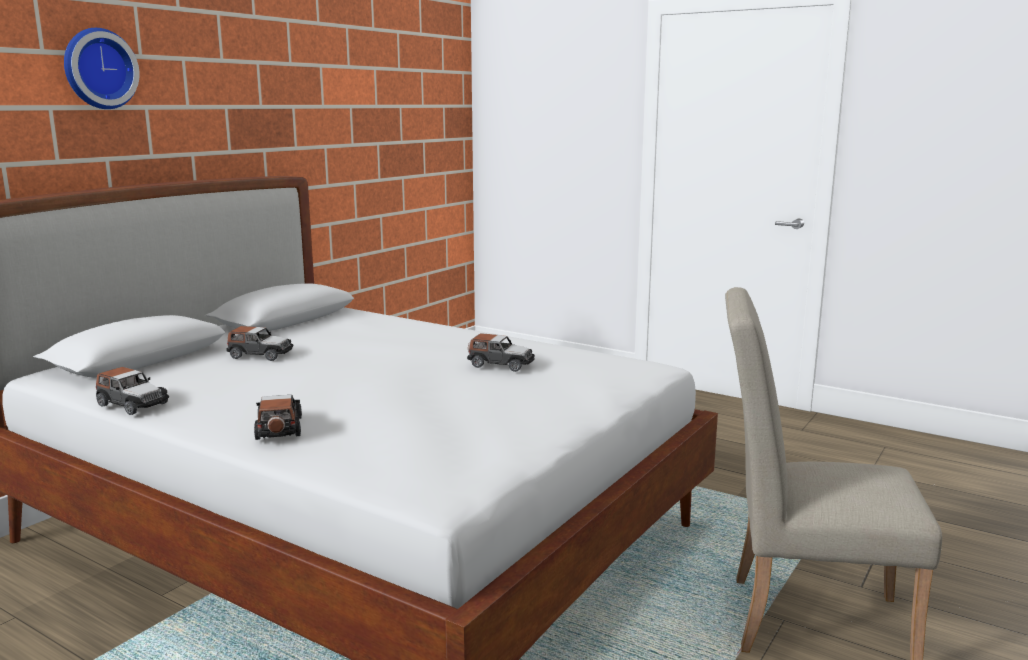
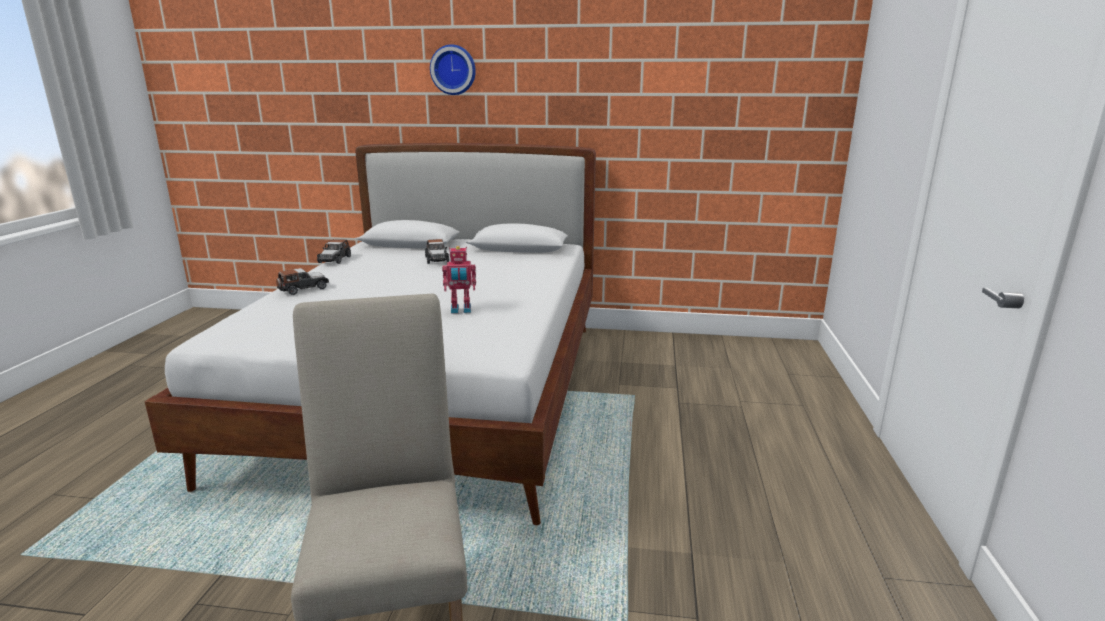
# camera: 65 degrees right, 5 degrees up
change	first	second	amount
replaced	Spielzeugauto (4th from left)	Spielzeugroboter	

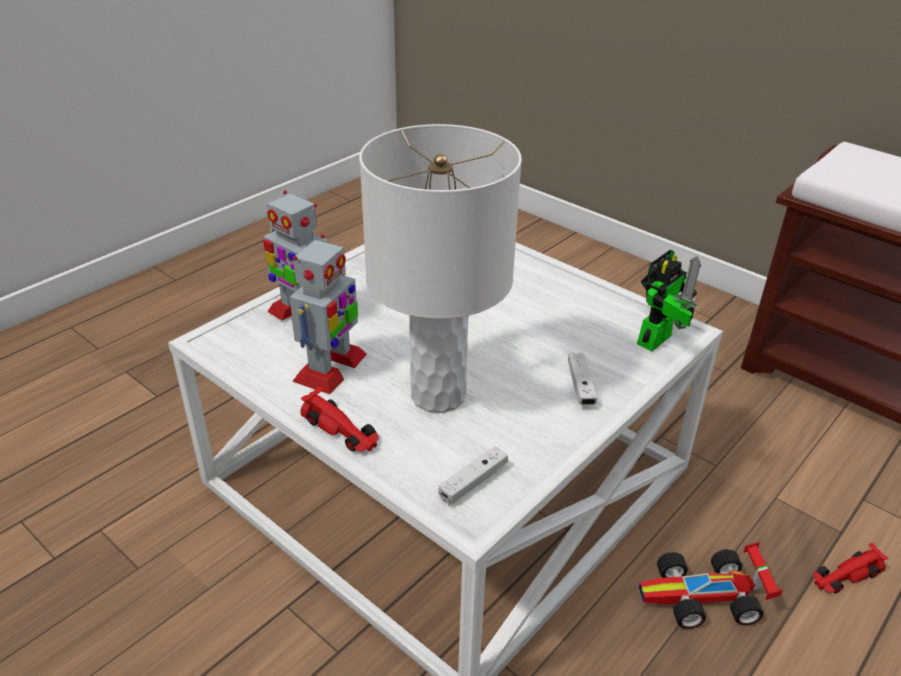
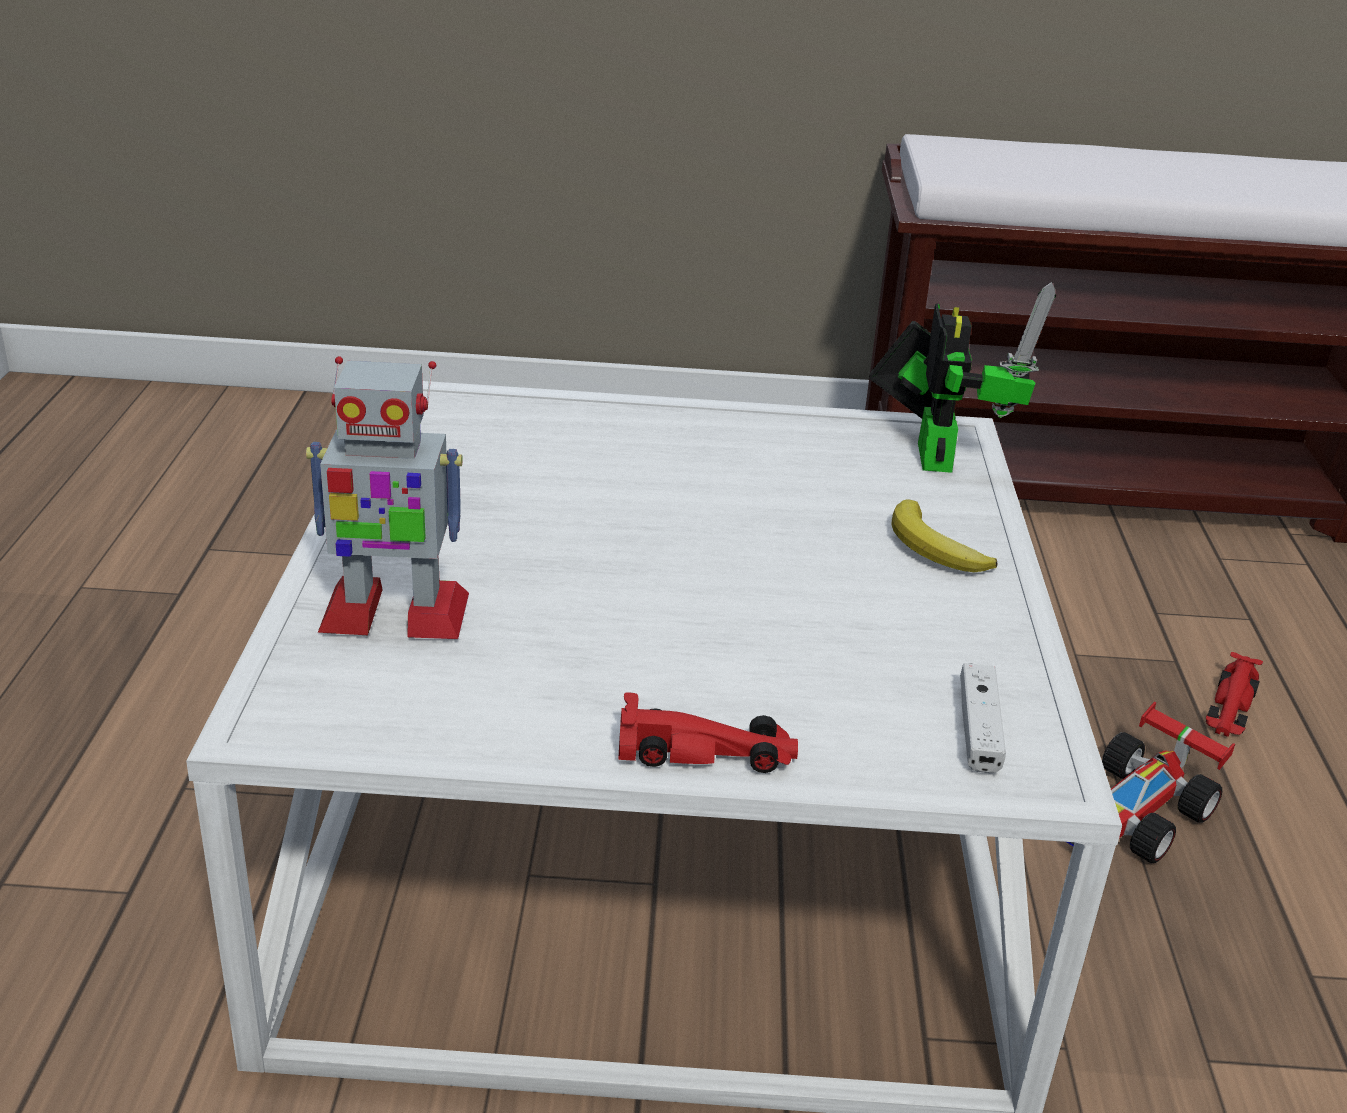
# camera: 40 degrees left, 5 degrees down
change	first	second	amount
removed	Tischlampe (weiß)		
removed	Spielzeugroboter (2nd from left)		
replaced	Gamepad (weiß) (2nd from left)	Banane	

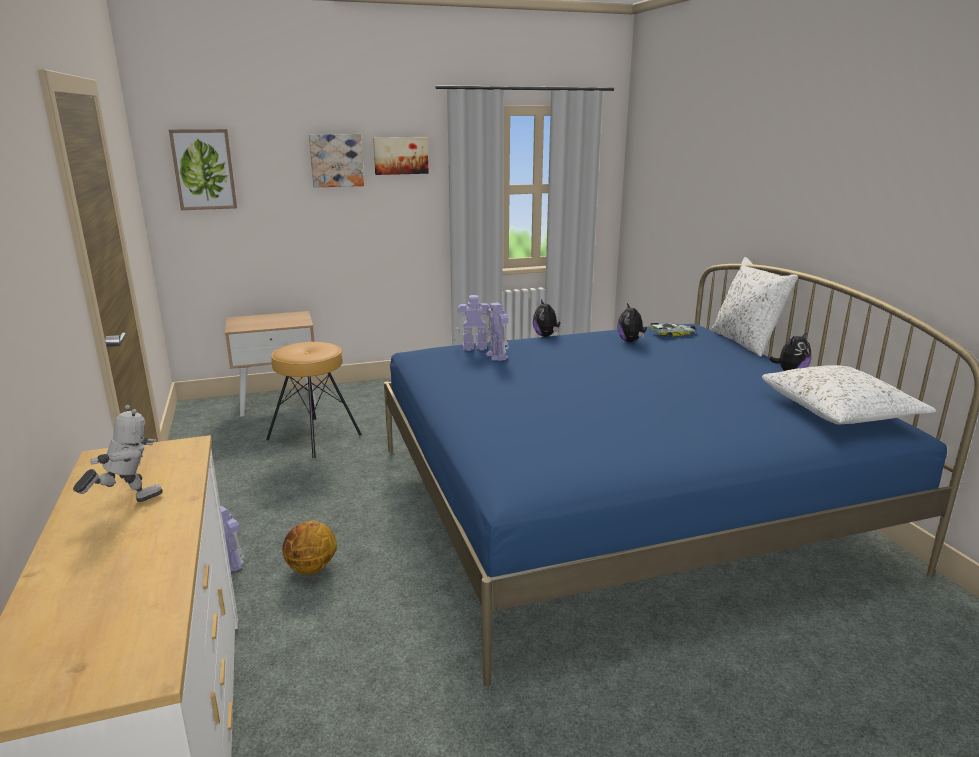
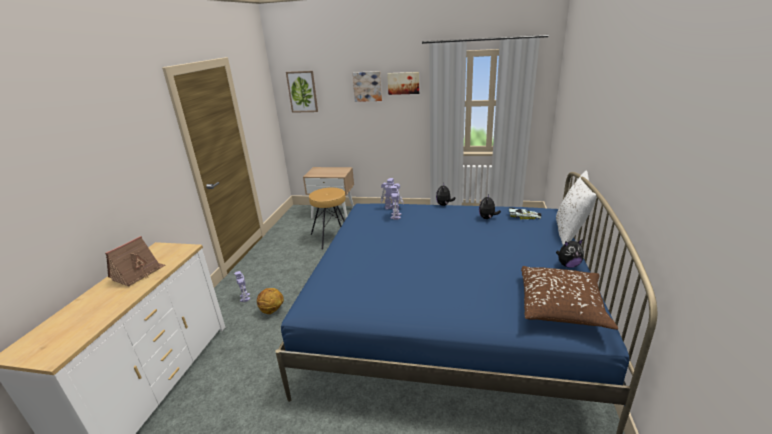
# camera: 30 degrees right, 5 degrees up
change	first	second	amount
recoloured	Kissen (weiß) (2nd from left)	Kissen (braun)	
replaced	Spielzeugroboter (1st from left)	Spielzeughaus	

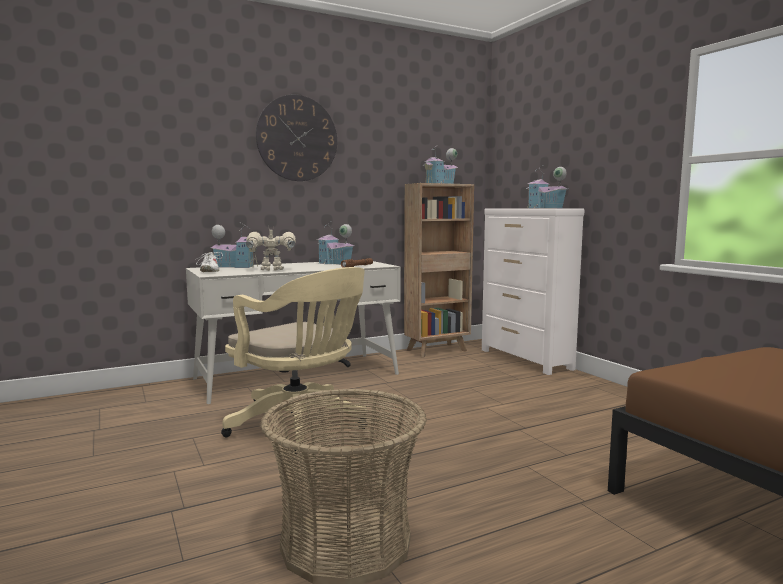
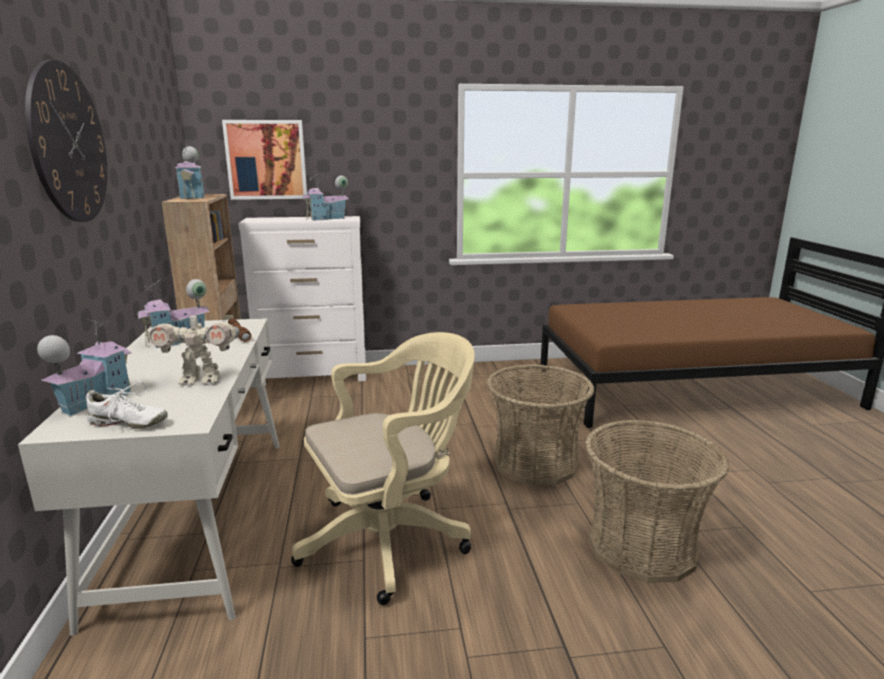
# camera: 70 degrees left, 10 degrees up
change	first	second	amount
turned	Spielzeugroboter		105 degrees counterclockwise
added		Bild	
added		Korb (1st from left)	

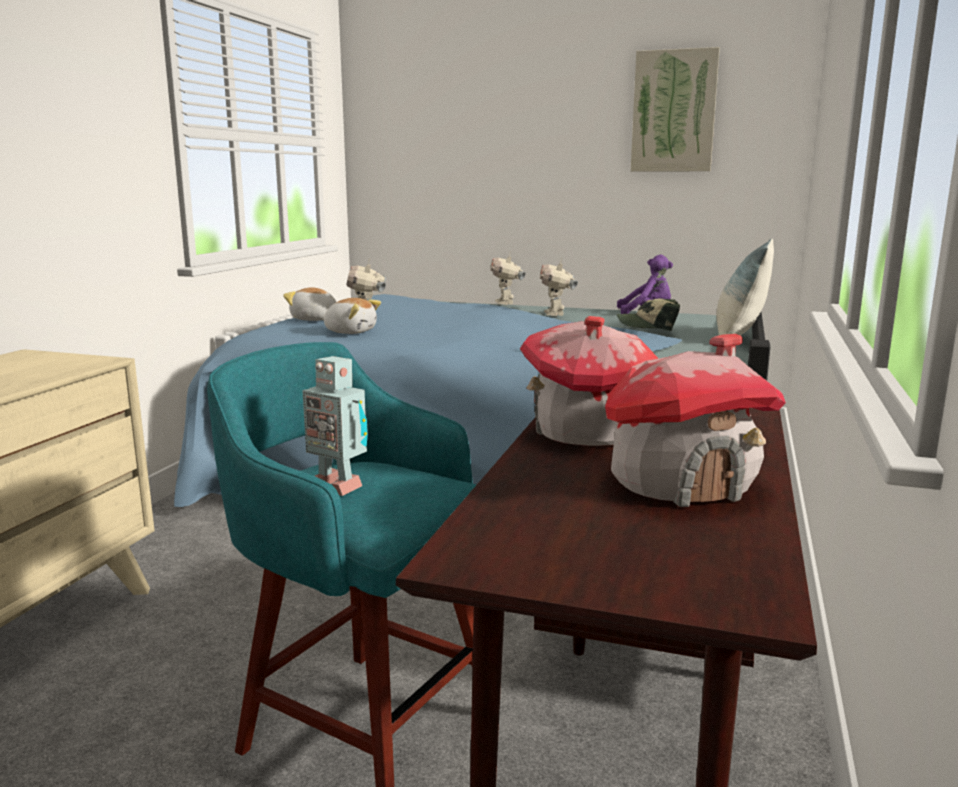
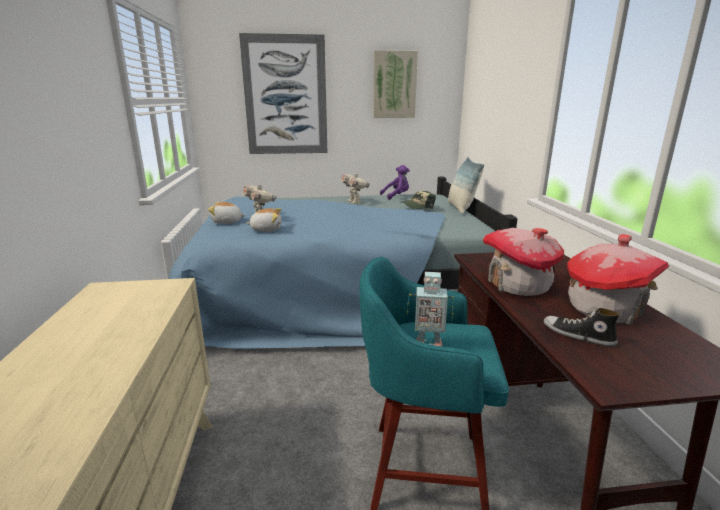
# camera: 25 degrees left, 5 degrees up
change	first	second	amount
removed	Spielzeugroboter (3rd from left)		
added		Bild (1st from left)	
added		Schuh	

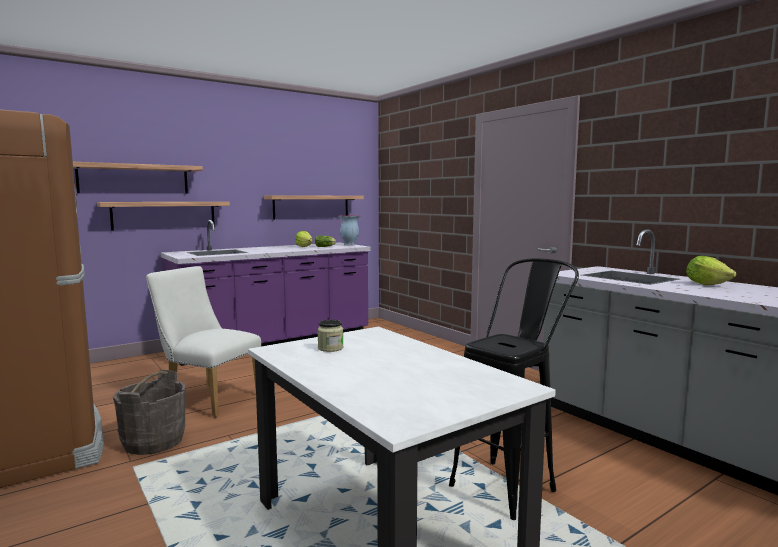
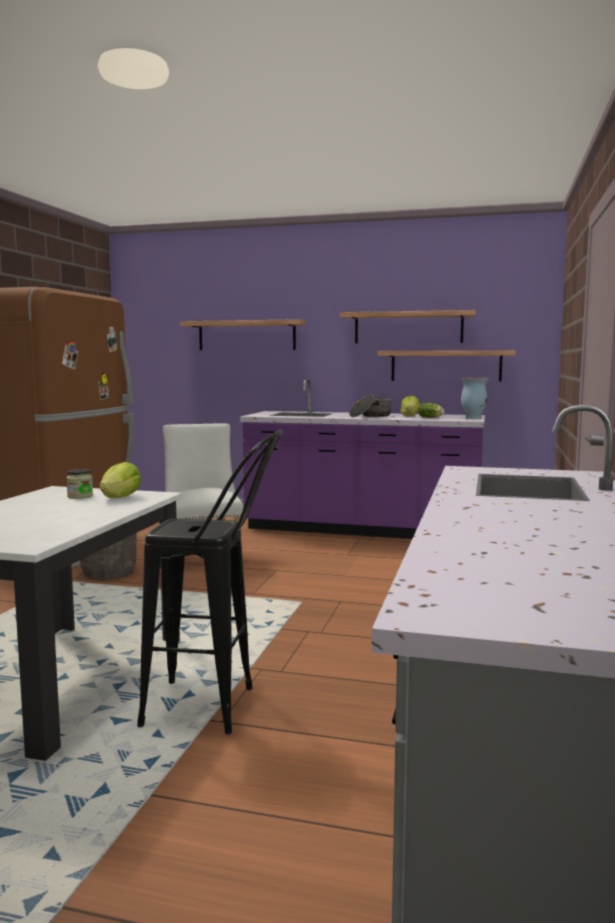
# camera: 50 degrees right, 0 degrees up
change	first	second	amount
moved	Wandregal (2nd from left)		
moved	Salatkopf (3rd from left in the first image)	Salatkopf (1st from left)	
added		Kochtopf	

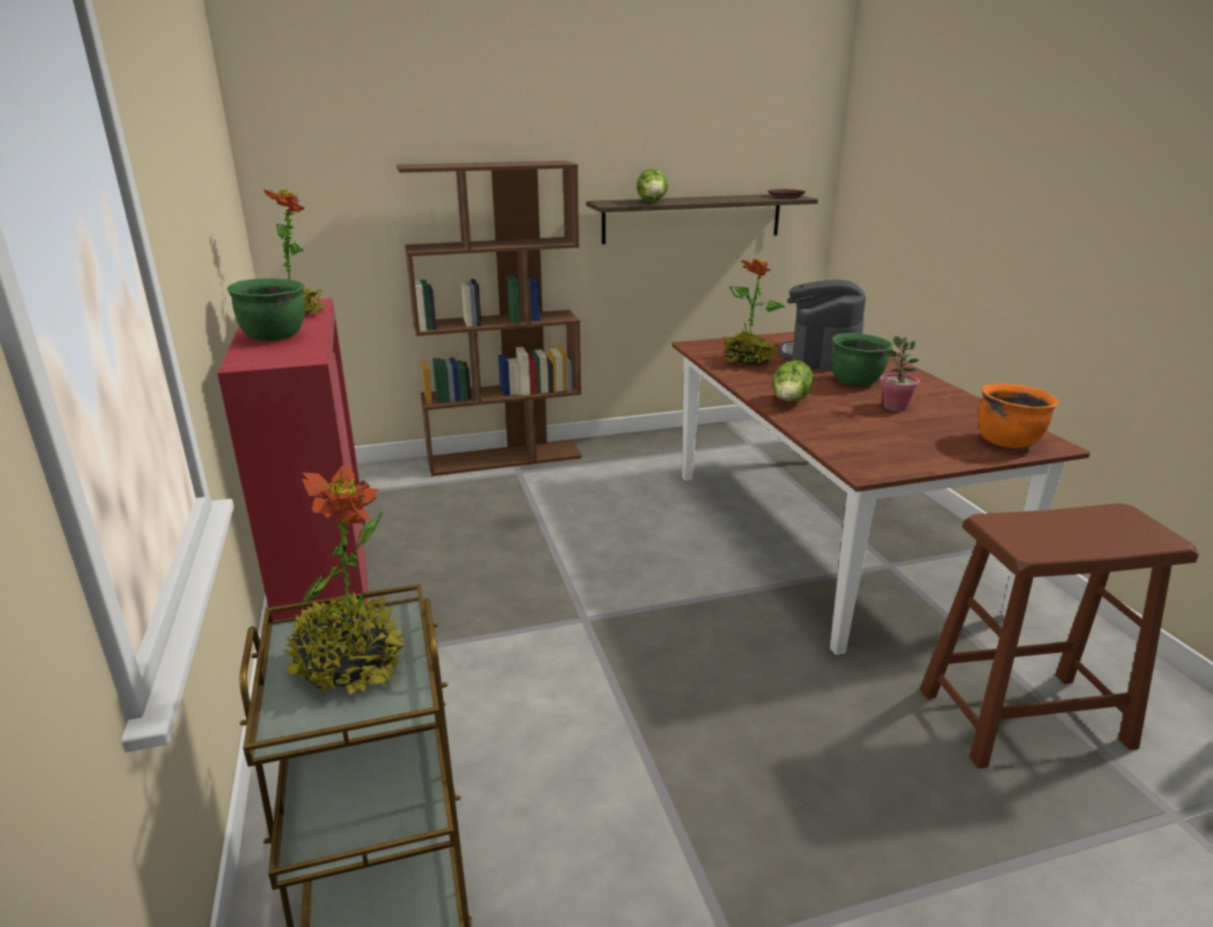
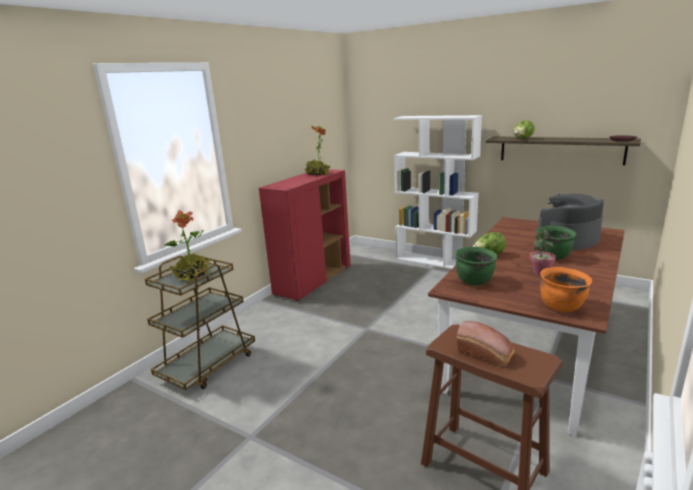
# camera: 50 degrees right, 5 degrees down
change	first	second	amount
recoloured	Bücherregal (braun)	Bücherregal (weiß)	
removed	Topfpflanze (3rd from left)		
moved	Kochtopf (grün) (1st from left)		
added		Brot	

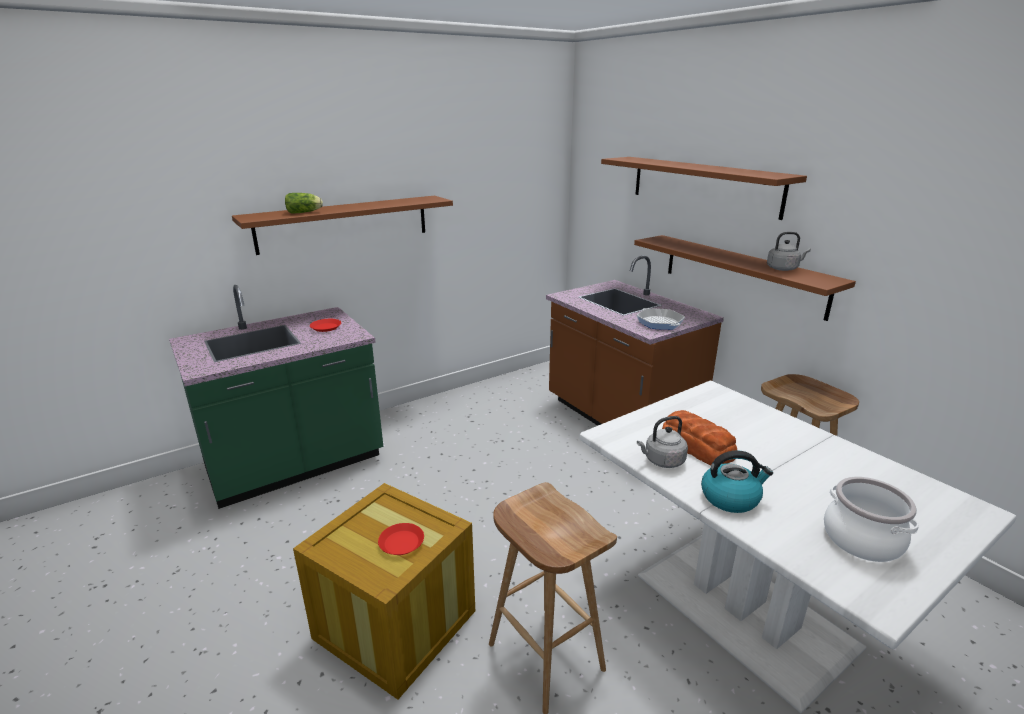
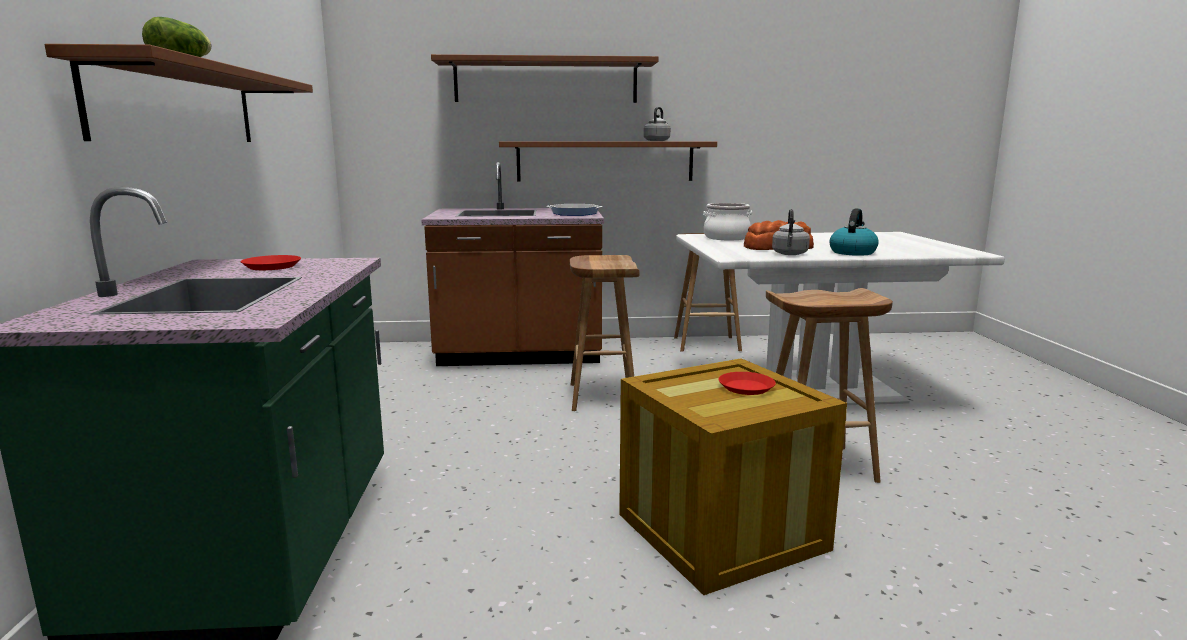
# camera: 60 degrees left, 10 degrees down
change	first	second	amount
moved	Kochtopf		
added		Hocker (braun) (1st from left)	

